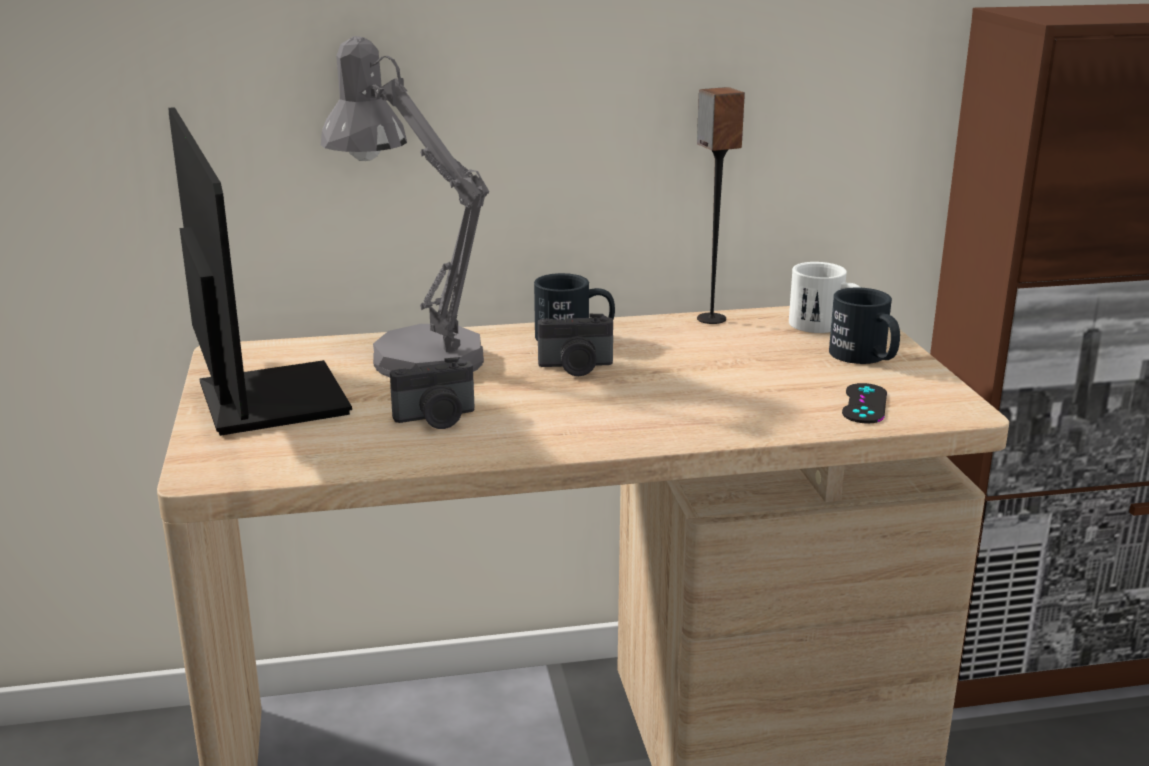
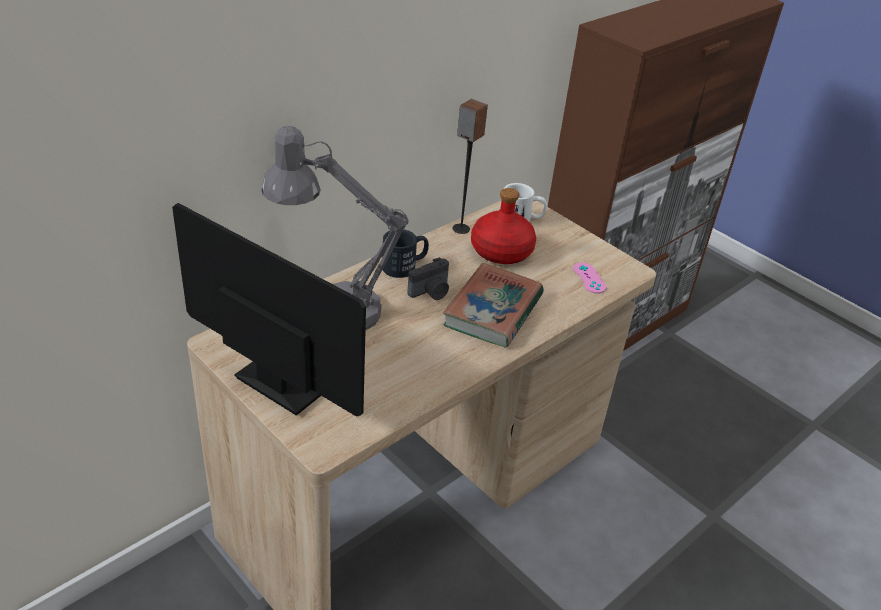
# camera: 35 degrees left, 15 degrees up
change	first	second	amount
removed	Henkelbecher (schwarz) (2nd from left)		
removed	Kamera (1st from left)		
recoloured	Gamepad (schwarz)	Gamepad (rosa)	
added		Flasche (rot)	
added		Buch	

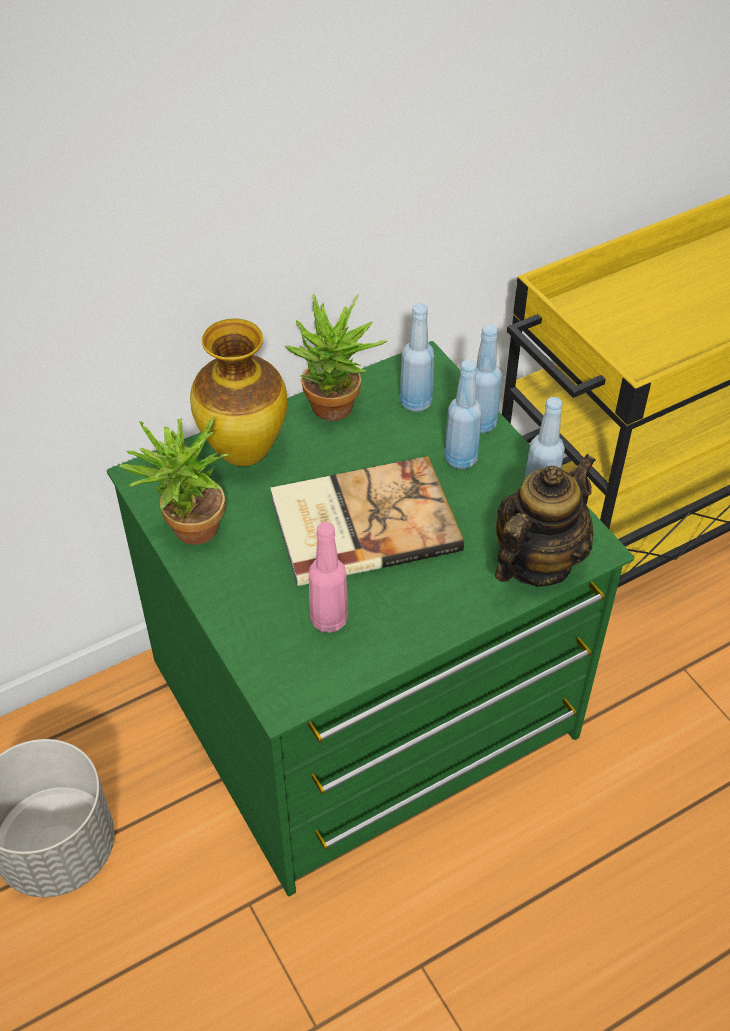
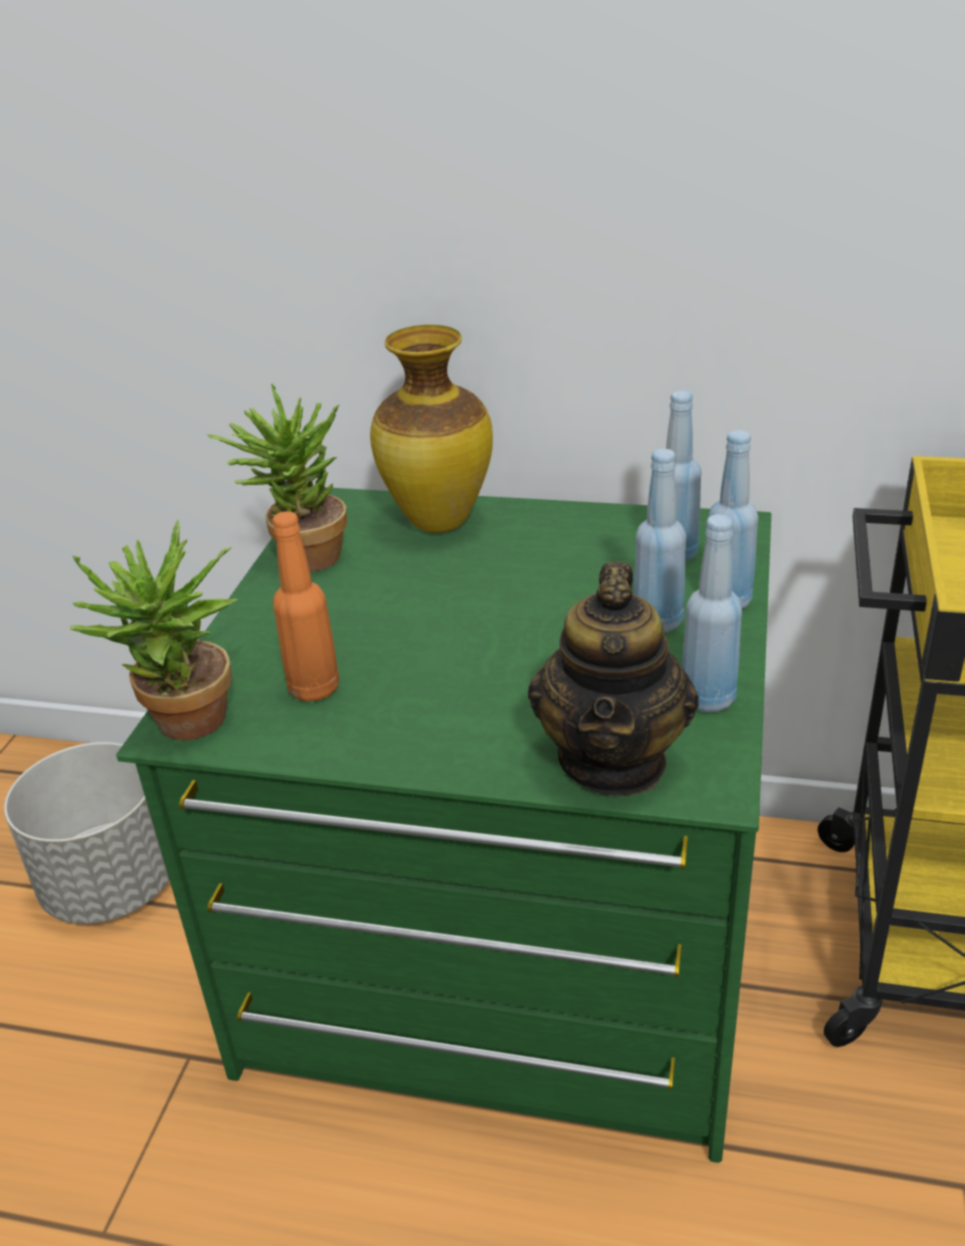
# camera: 45 degrees right, 15 degrees down
change	first	second	amount
moved	Topfpflanze (2nd from left in the first image)	Topfpflanze (1st from left)	
turned	Teekanne		105 degrees clockwise
removed	Buch		
recoloured	Flasche (rosa)	Flasche (orange)	

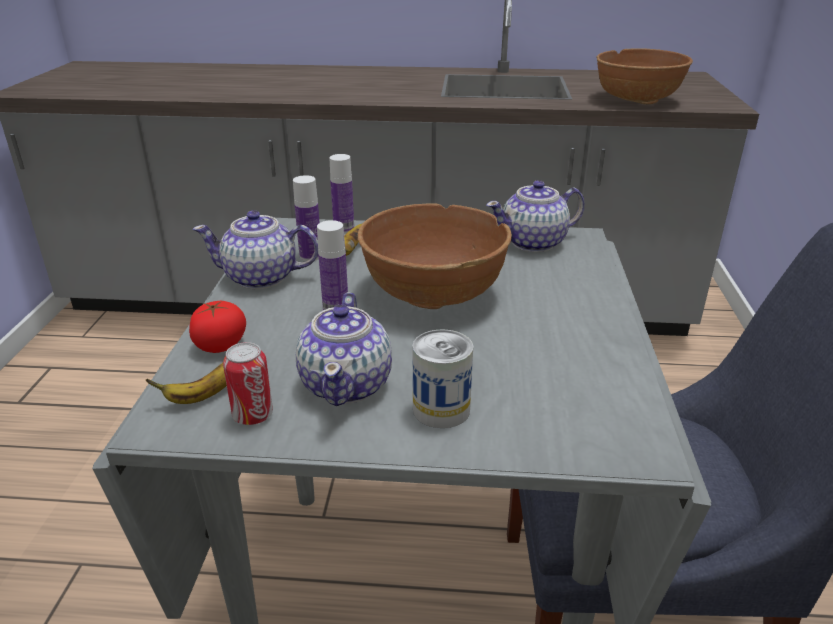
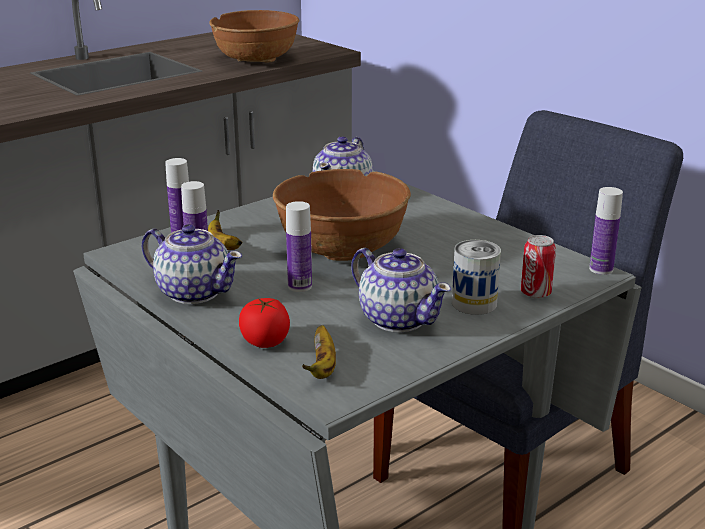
# camera: 45 degrees left, 5 degrees down
change	first	second	amount
turned	Teekanne (1st from left)		105 degrees counterclockwise
moved	Dose (1st from left in the first image)	Dose (2nd from left)	
added		Flasche (4th from left)	

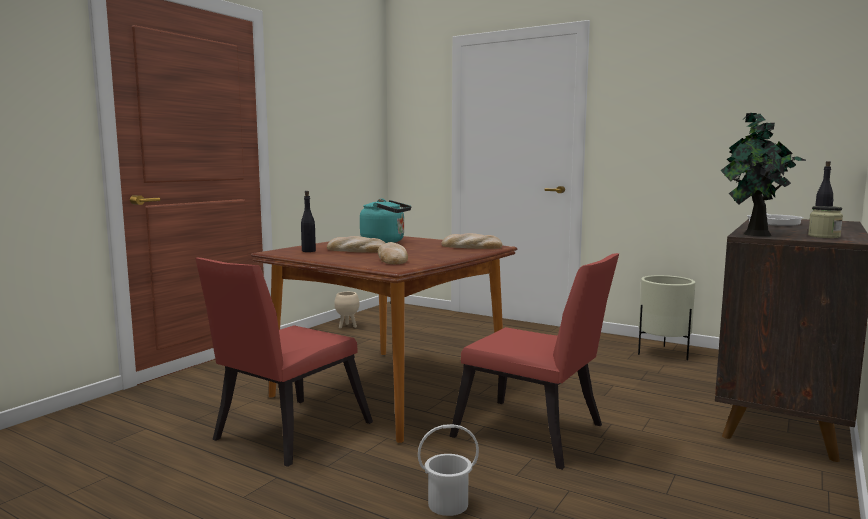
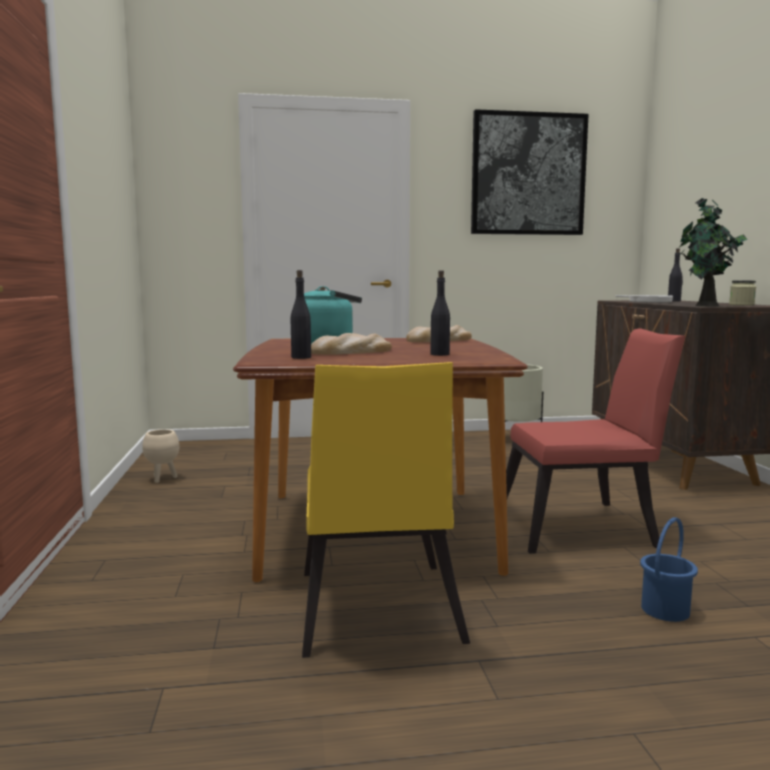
# camera: 40 degrees left, 0 degrees up
change	first	second	amount
replaced	Brot (2nd from left)	Flasche (schwarz) (2nd from left)	
recoloured	Stuhl (rot) (1st from left)	Stuhl (gelb)	
recoloured	Eimer (weiß)	Eimer (blau)	
added		Bild	

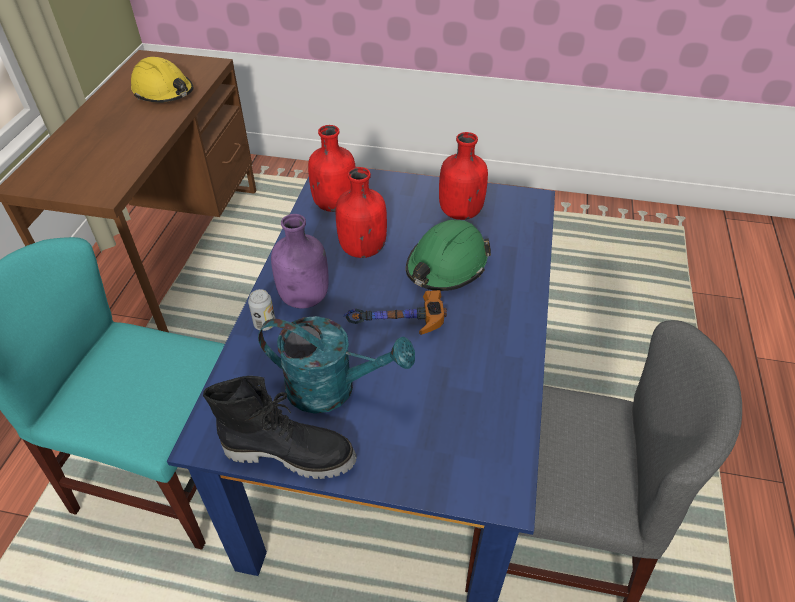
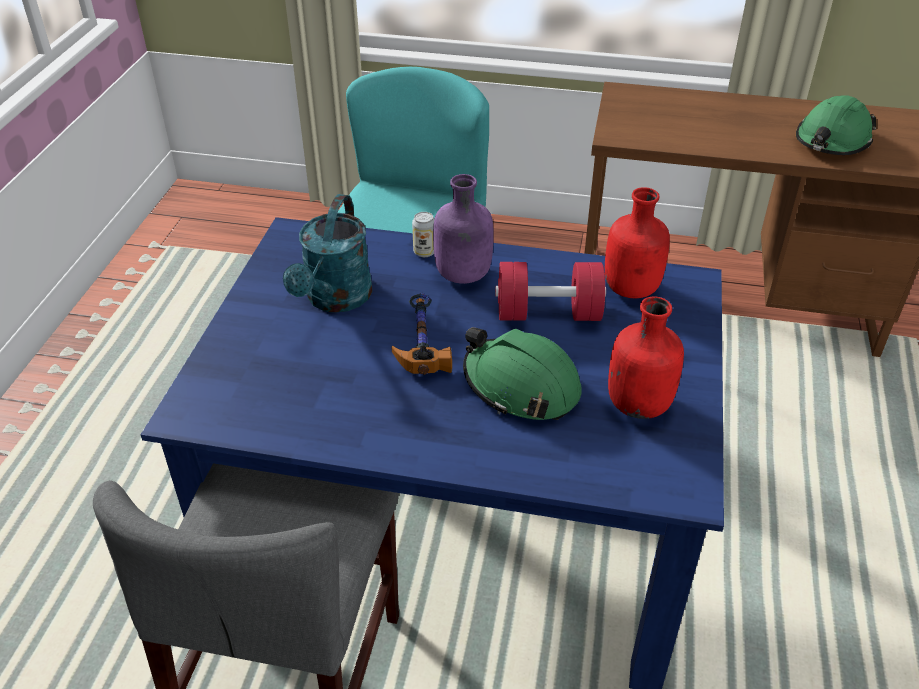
# camera: 90 degrees right, 5 degrees down
change	first	second	amount
recoloured	Schutzhelm (gelb)	Schutzhelm (grün) (2nd from left)	
replaced	Flasche (rot) (2nd from left)	Hantel (rot)	
removed	Stiefel (schwarz)		

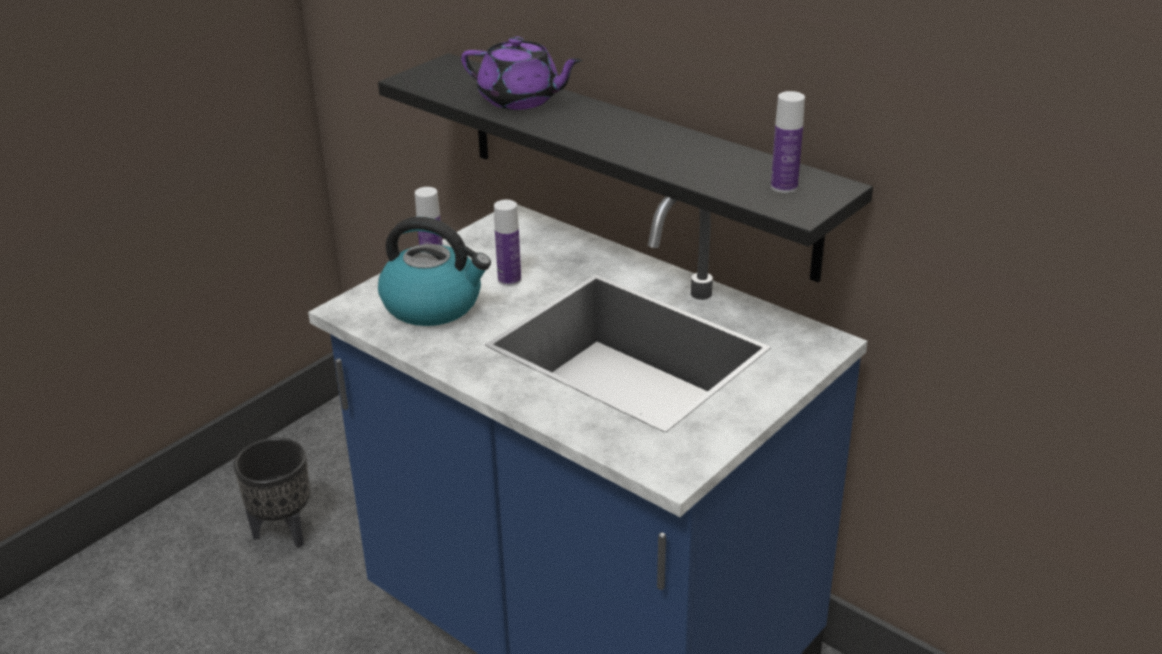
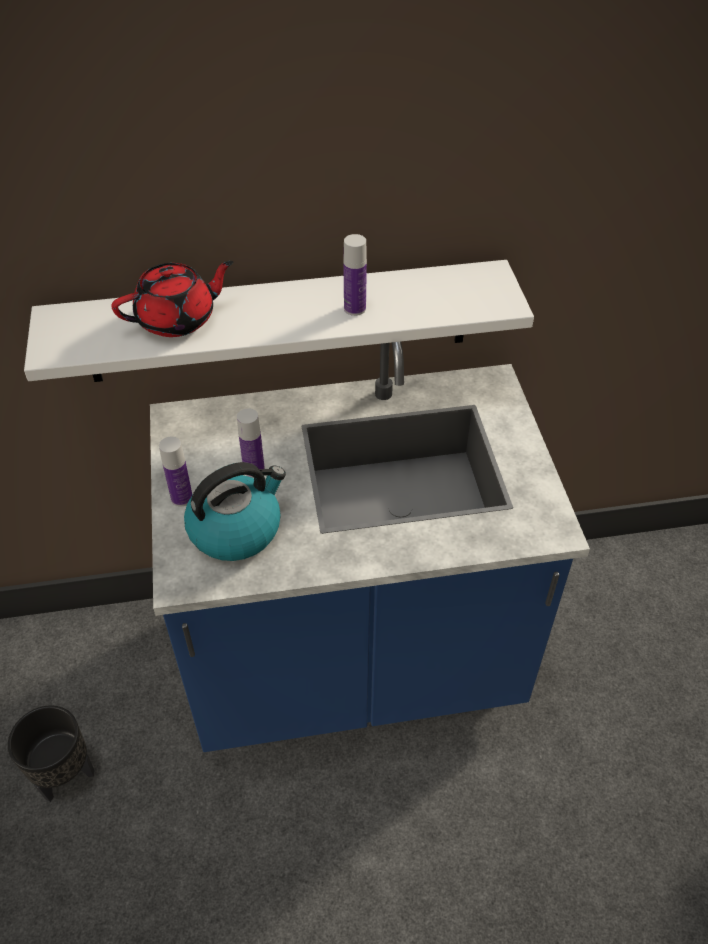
# camera: 50 degrees left, 15 degrees up
change	first	second	amount
recoloured	Teekanne (lila)	Teekanne (rot)	
recoloured	Wandregal (schwarz)	Wandregal (weiß)	
moved	Flasche (3rd from left)		

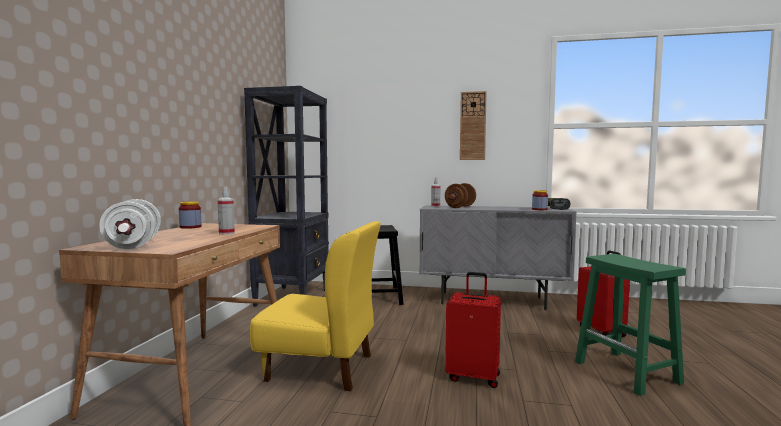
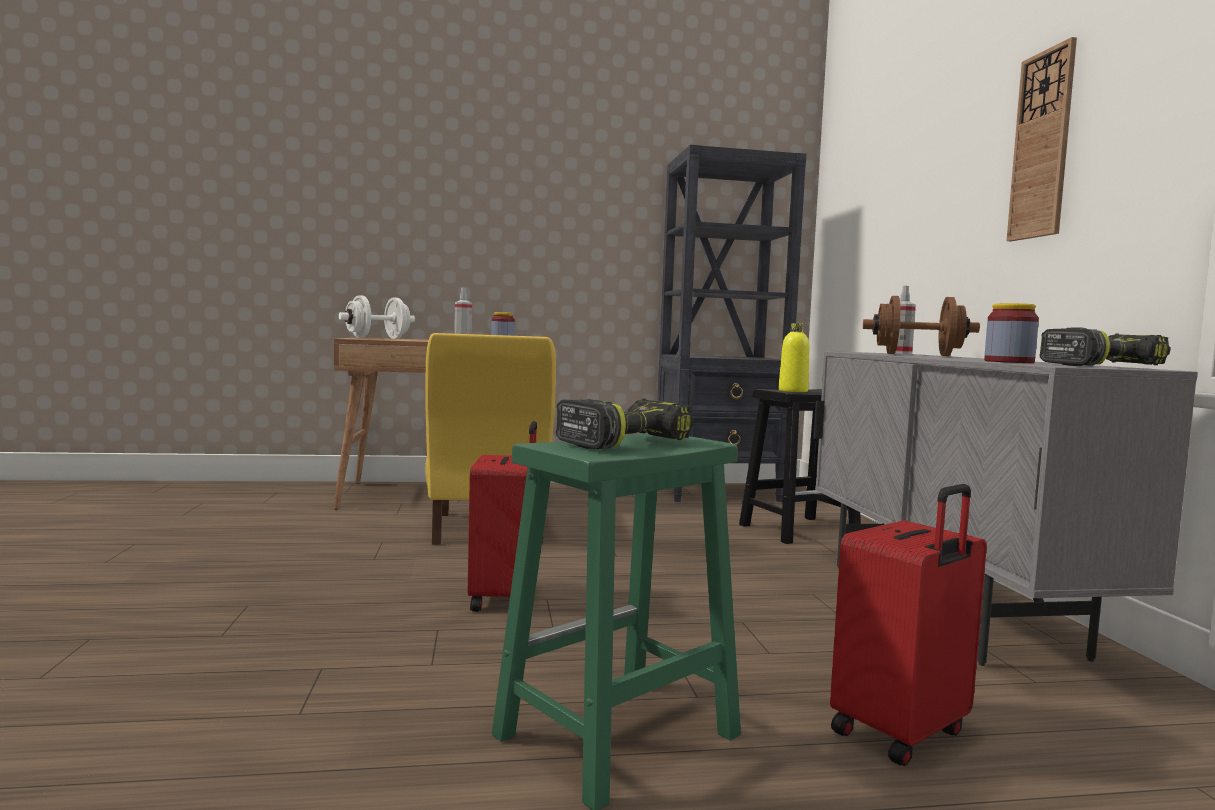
# camera: 70 degrees right, 0 degrees up
change	first	second	amount
added		Flasche (gelb)	
added		Bohrmaschine (1st from left)	

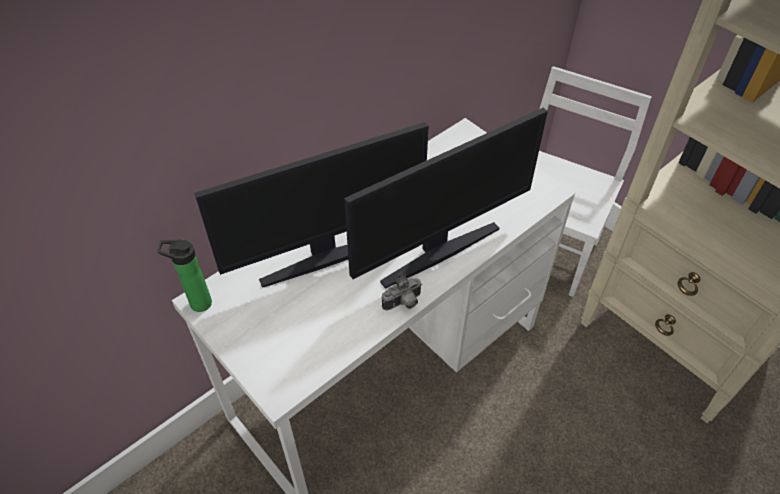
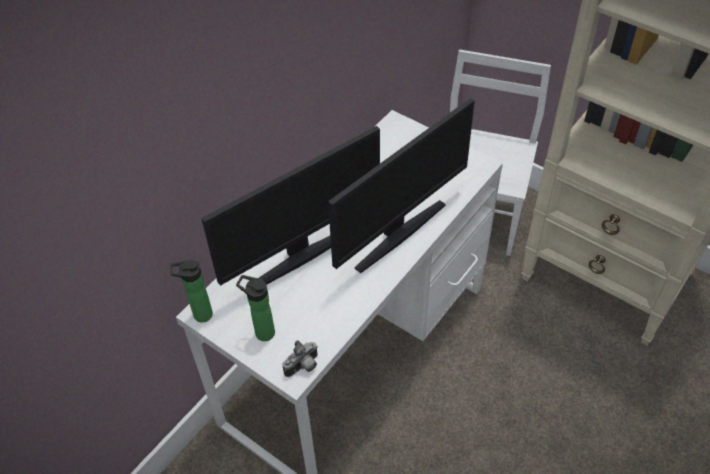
# camera: 10 degrees left, 0 degrees up
change	first	second	amount
moved	Kamera		
added		Flasche (2nd from left)	

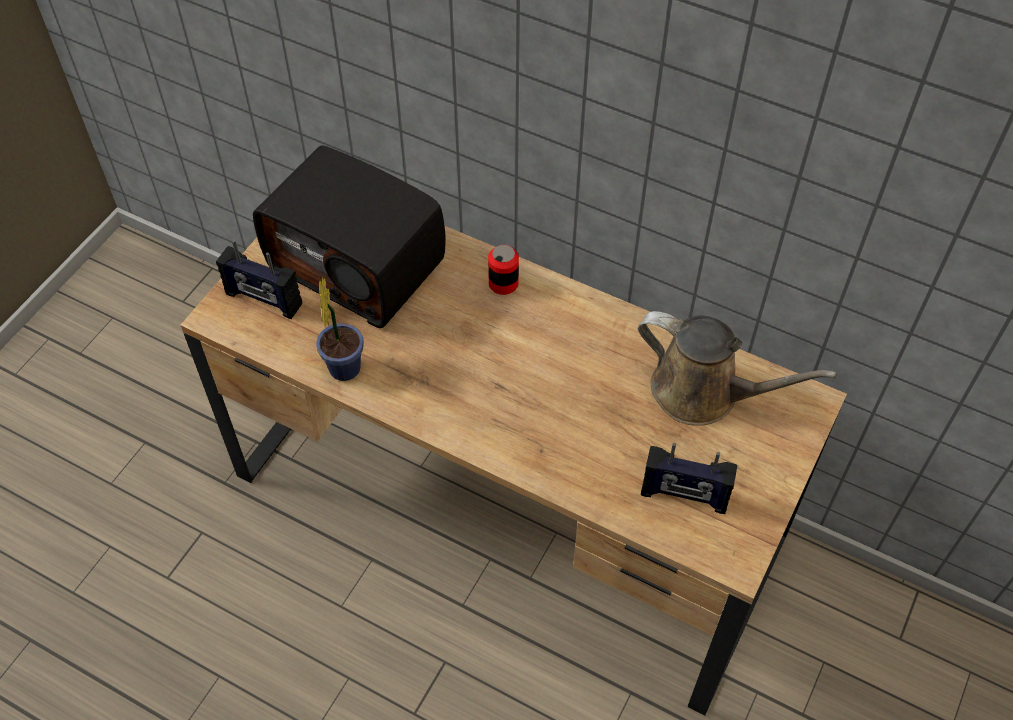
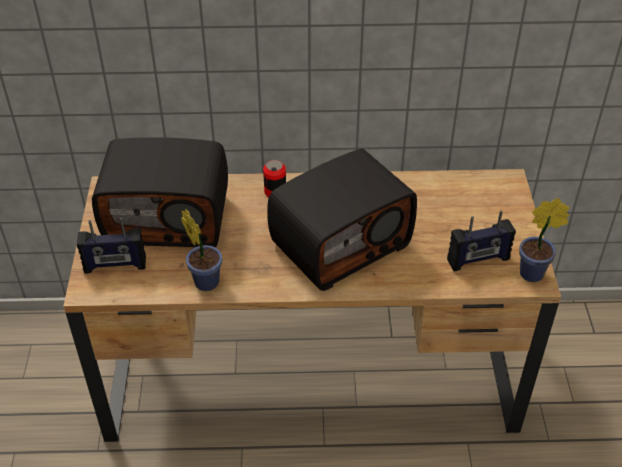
# camera: 30 degrees left, 10 degrees down
change	first	second	amount
removed	Gießkanne (braun)		
added		Radio (3rd from left)	
added		Topfpflanze (2nd from left)	

